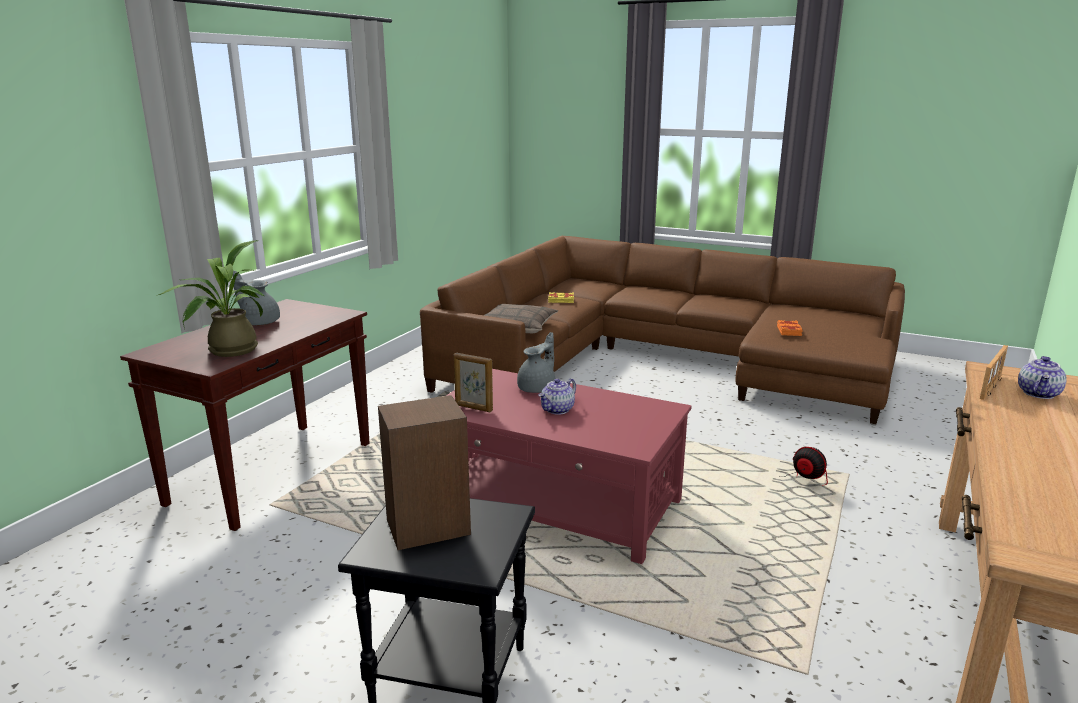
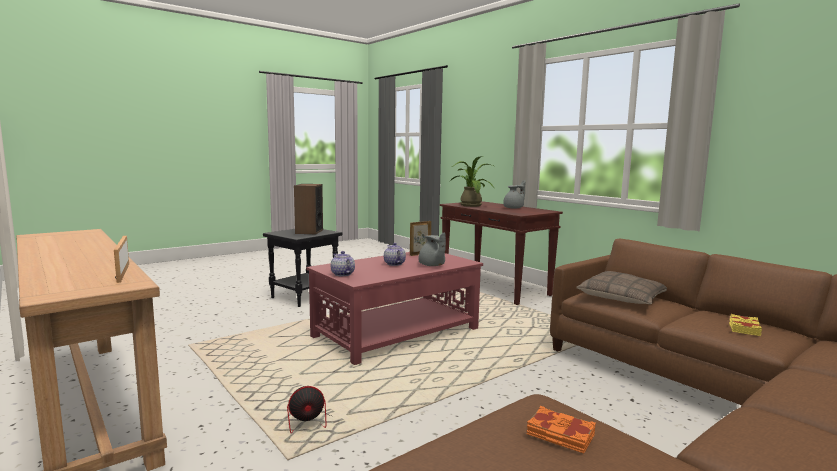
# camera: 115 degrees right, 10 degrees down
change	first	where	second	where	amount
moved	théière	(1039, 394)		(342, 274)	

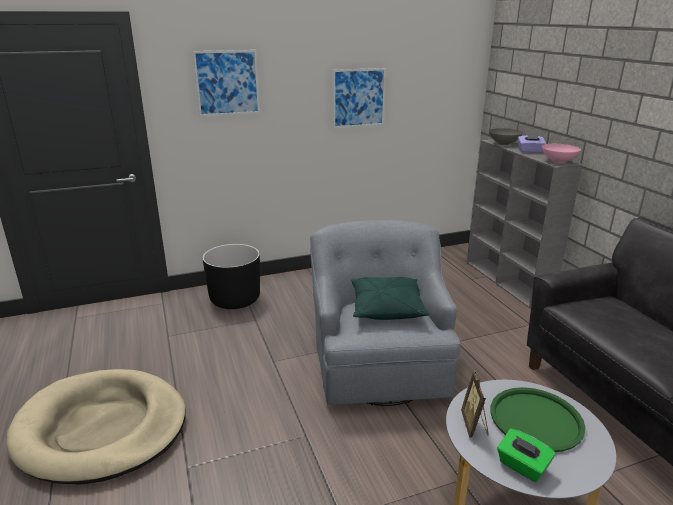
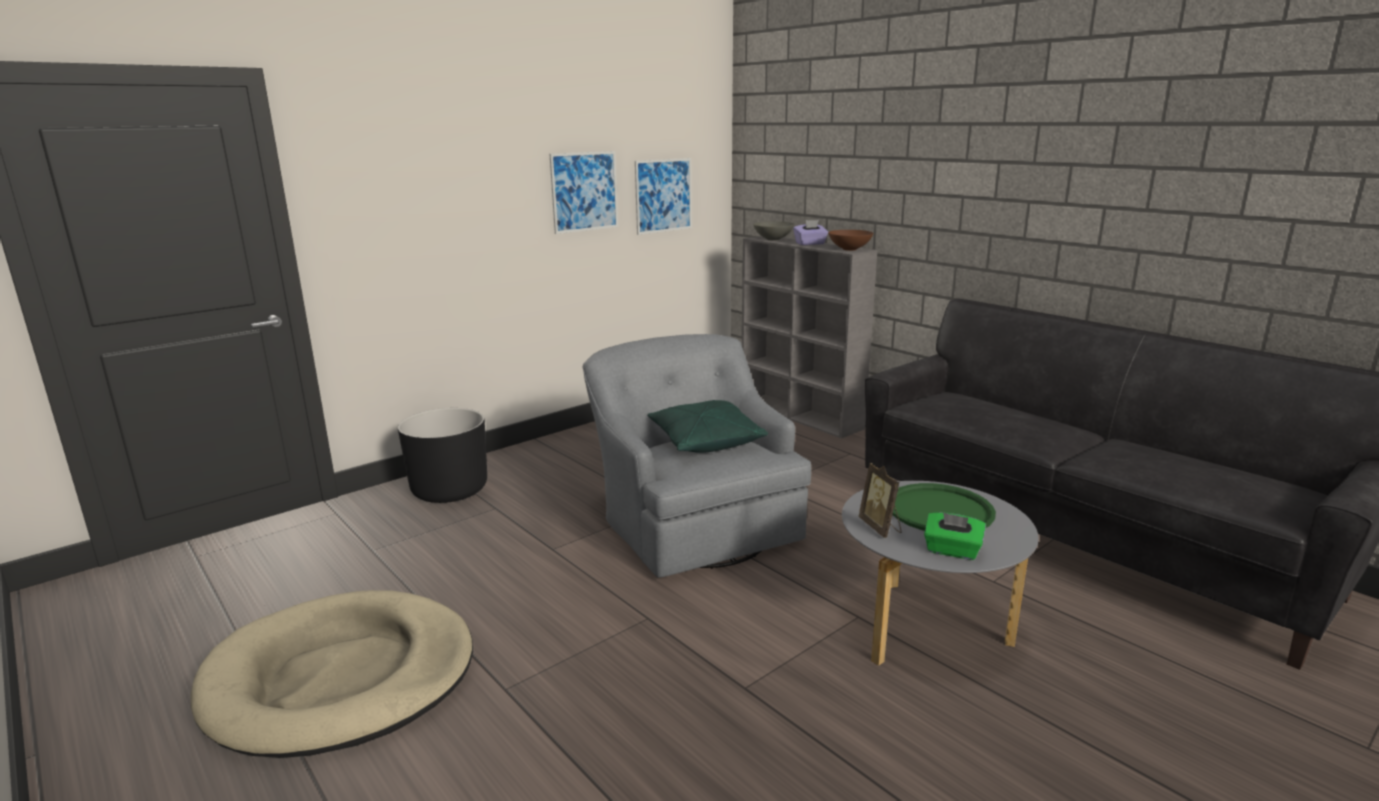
# camera: 20 degrees left, 5 degrees down
change	first	where	second	where	amount
moved	tableau	(227, 83)		(663, 195)	
recoloured	bol/rose	(559, 161)	bol/marron	(850, 249)	

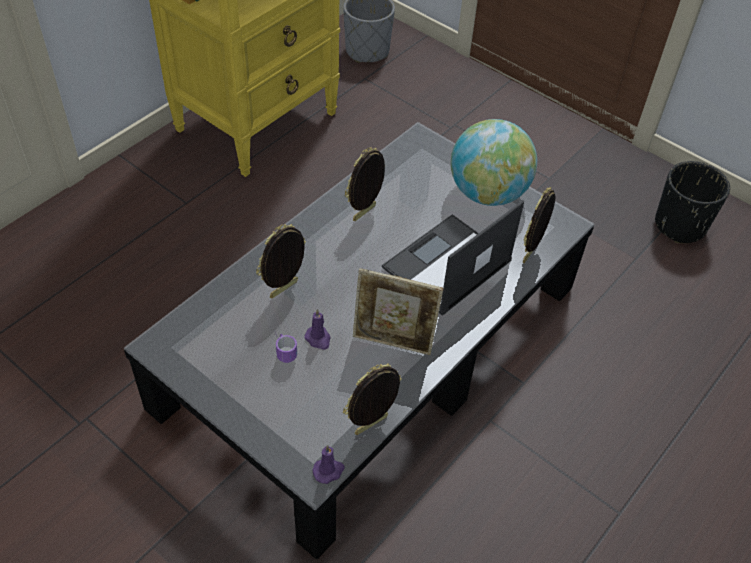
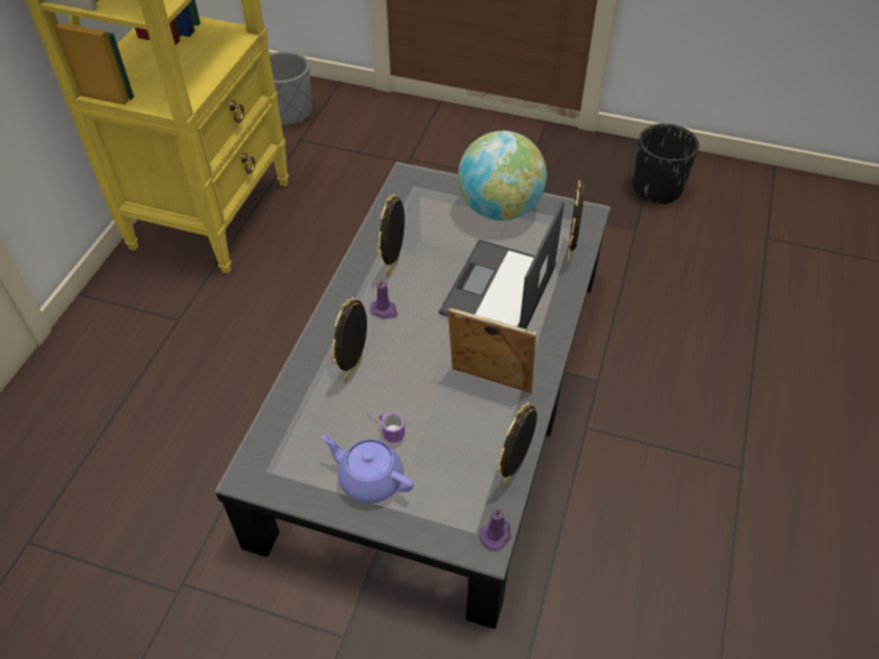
# camera: 20 degrees left, 0 degrees up
change	first	where	second	where	amount
added			théière/violet	(369, 479)	
moved	bougie/violet	(318, 339)		(384, 310)	
turned	cadre photo	(393, 342)		(489, 382)	150 degrees counterclockwise

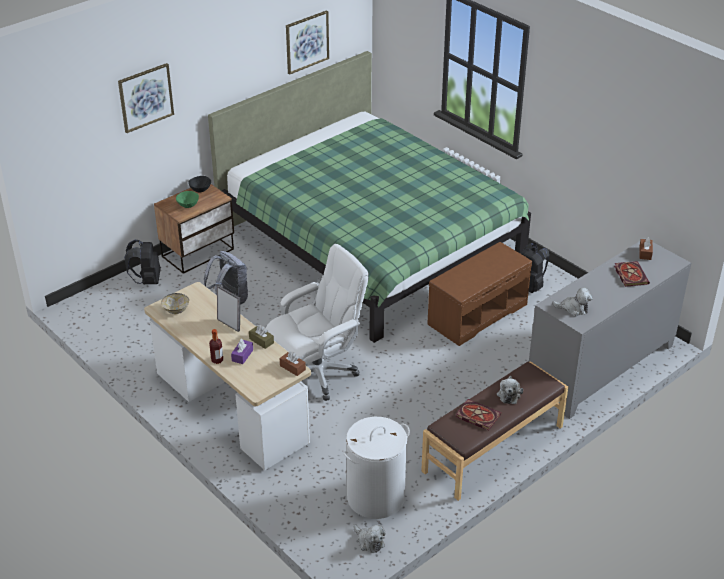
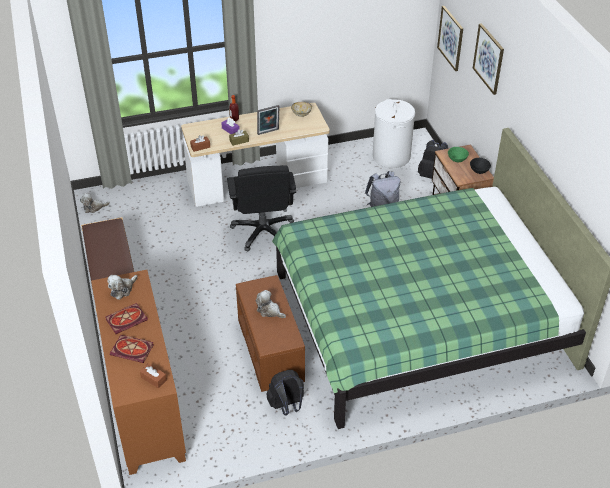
# camera: 115 degrees right, 5 degrees up
change	first	where	second	where	amount
recoloured	meuble de rangement/gris	(601, 368)	meuble de rangement/marron	(143, 403)	
moved	livre	(476, 416)		(127, 319)	
recoloured	chaise de bureau/blanc	(318, 373)	chaise de bureau/noir	(263, 231)	
moved	peluche	(508, 394)		(269, 311)	
moved	panier à linge/blanc	(376, 498)		(391, 156)	
moved	tableau	(307, 42)		(451, 38)	

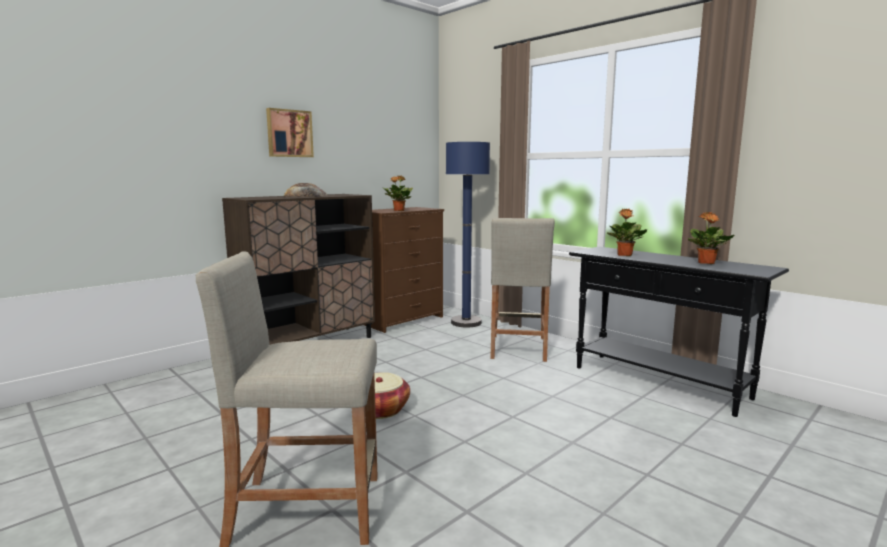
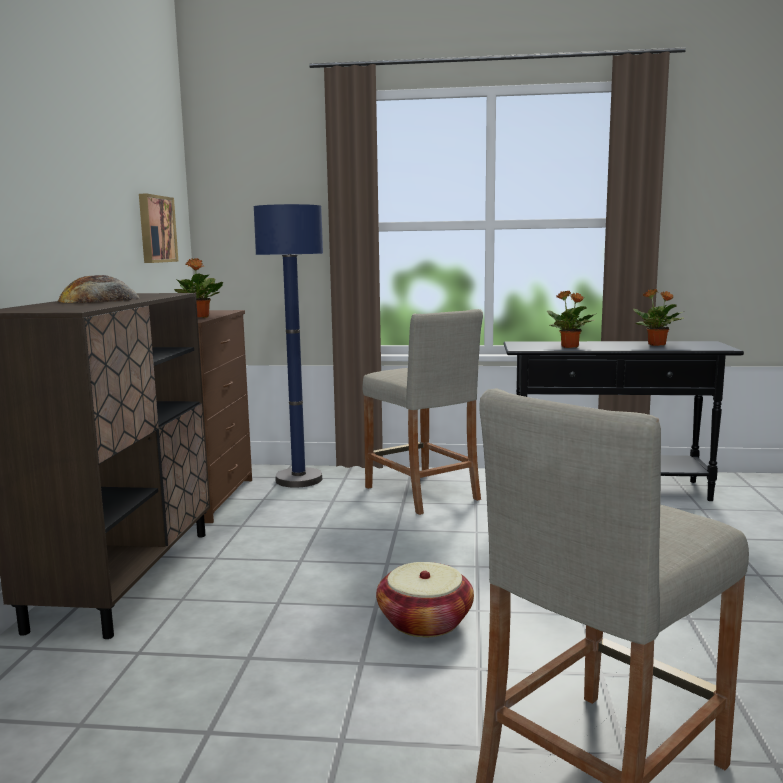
# camera: 40 degrees left, 0 degrees up
change	first	where	second	where	amount
moved	tableau	(289, 133)		(155, 229)	

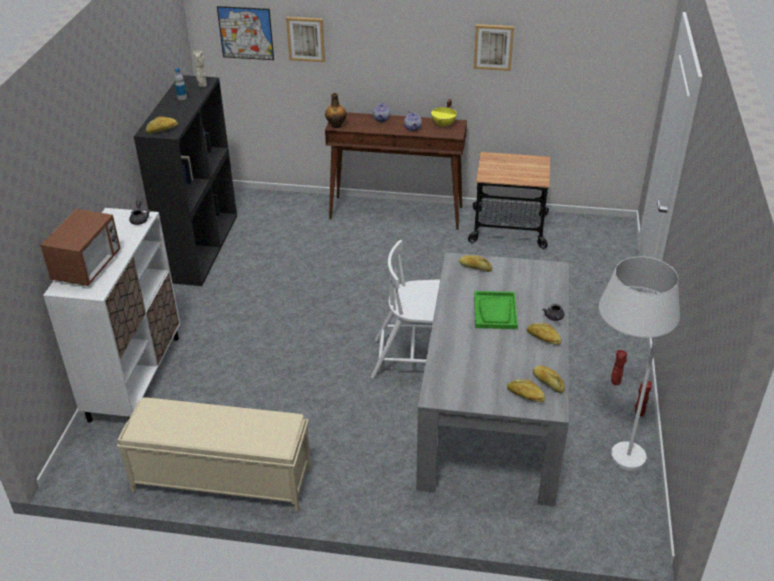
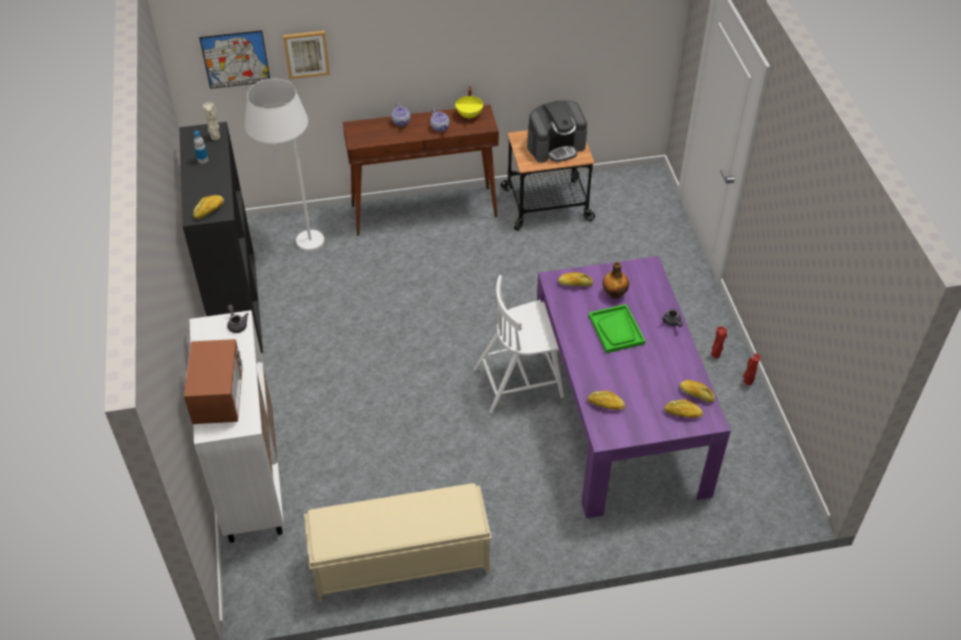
# camera: 20 degrees left, 10 degrees up
change	first	where	second	where	amount
moved	lampadaire/blanc	(610, 448)		(295, 239)	
added			machine à café	(556, 146)	
recoloured	table à manger/gris	(493, 410)	table à manger/violet	(619, 416)	
moved	pain	(543, 338)		(606, 404)	
moved	bouteille	(336, 125)		(614, 293)	
removed	tableau	(493, 47)			

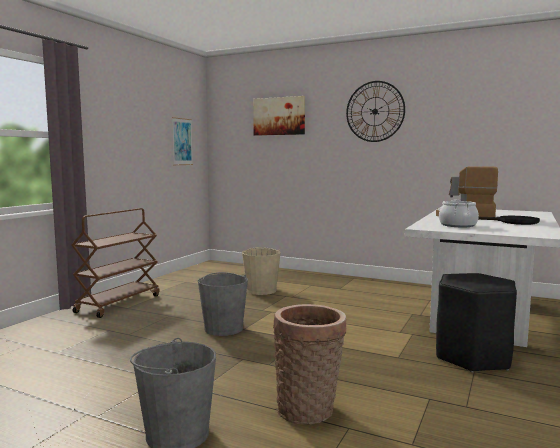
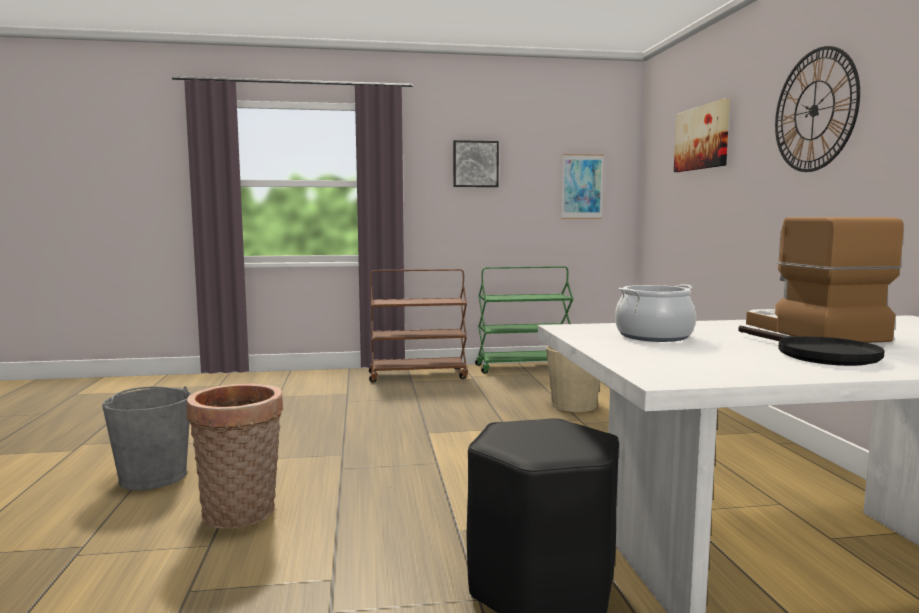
# camera: 55 degrees right, 0 degrees up
change	first	where	second	where	amount
added			tableau	(475, 164)	
added			chariot/vert	(523, 367)	
removed	seau/gris	(223, 328)			

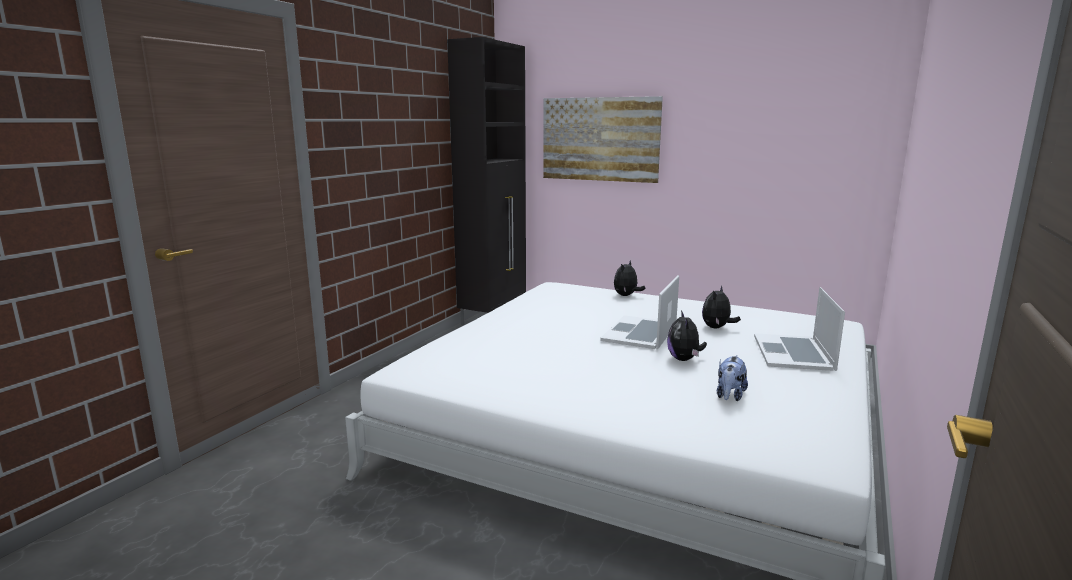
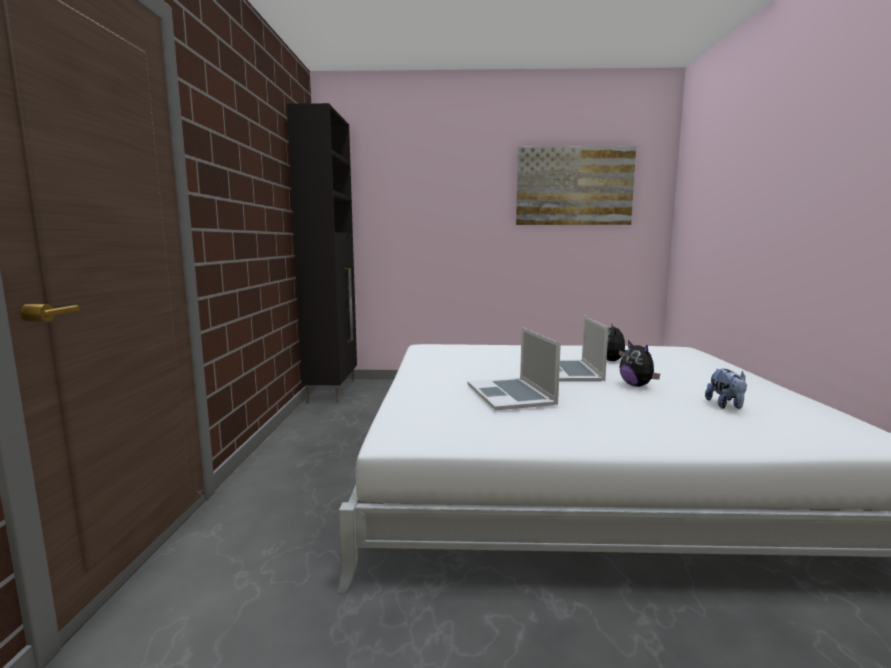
# camera: 25 degrees left, 5 degrees down
change	first	where	second	where	amount
moved	ordinateur portable	(793, 352)		(510, 394)	
moved	tableau	(600, 139)		(574, 186)	
removed	peluche	(626, 295)			

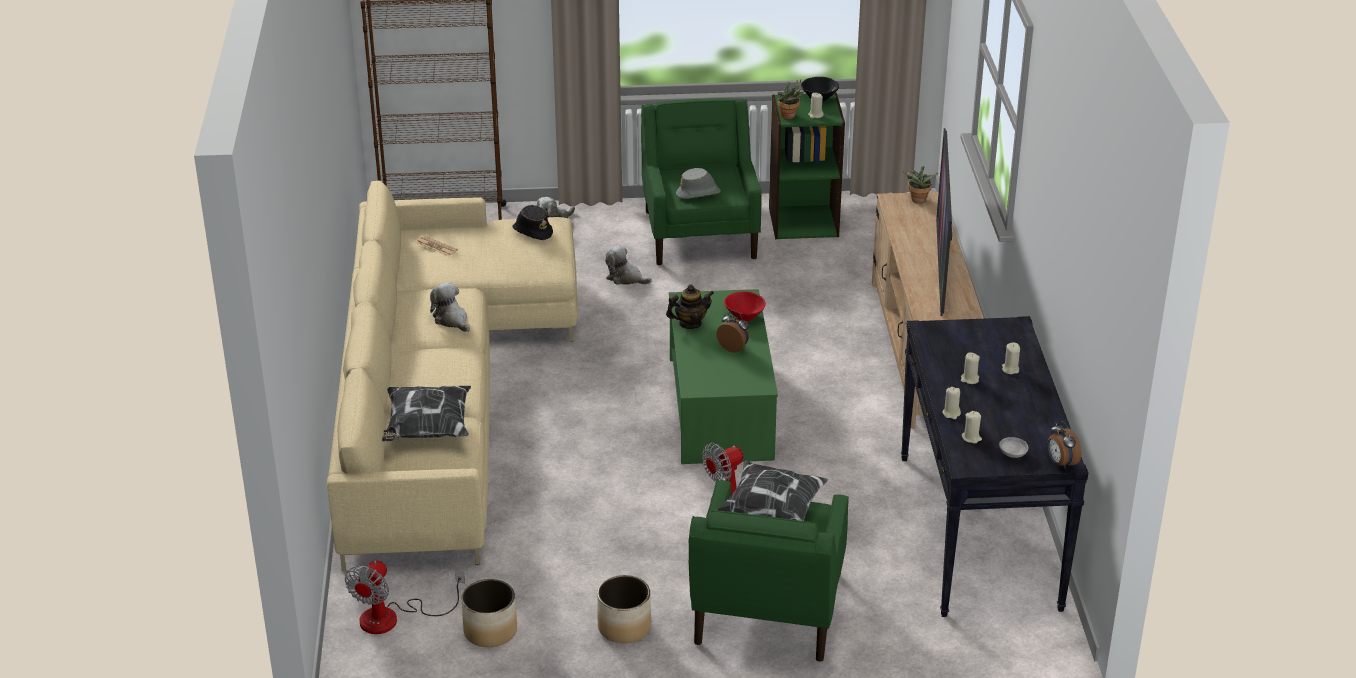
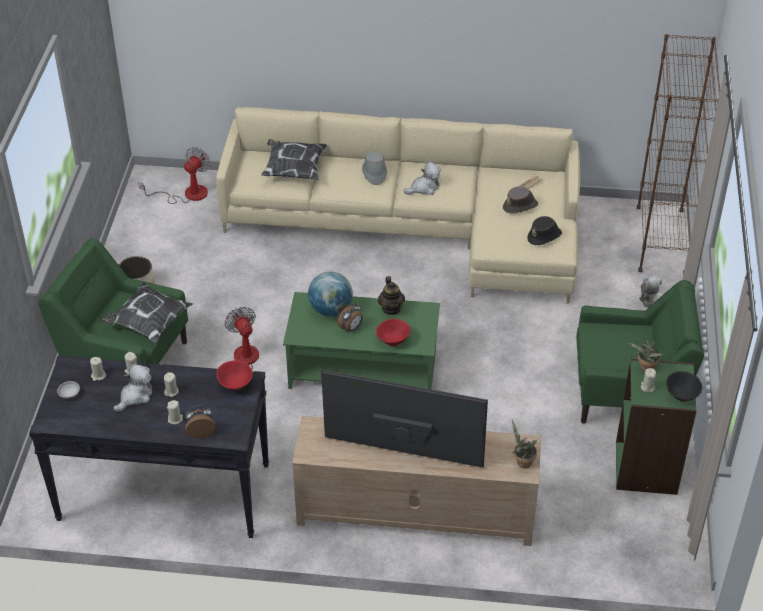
# camera: 100 degrees right, 10 degrees up
change	first	where	second	where	amount
moved	peluche	(625, 278)		(135, 396)	
turned	ventilateur	(392, 618)		(187, 194)	90 degrees clockwise
moved	réveil	(1060, 463)		(200, 432)	
added			bol/rouge	(235, 384)	
added			globe	(331, 309)	
moved	chapeau/gris	(698, 193)		(374, 173)	
added			chapeau/marron	(520, 206)	
removed	cache-pot	(490, 630)			

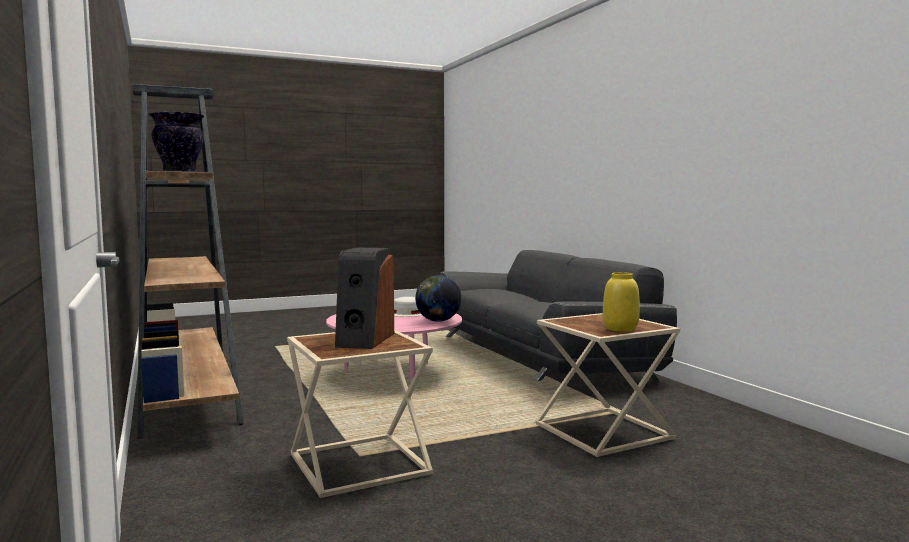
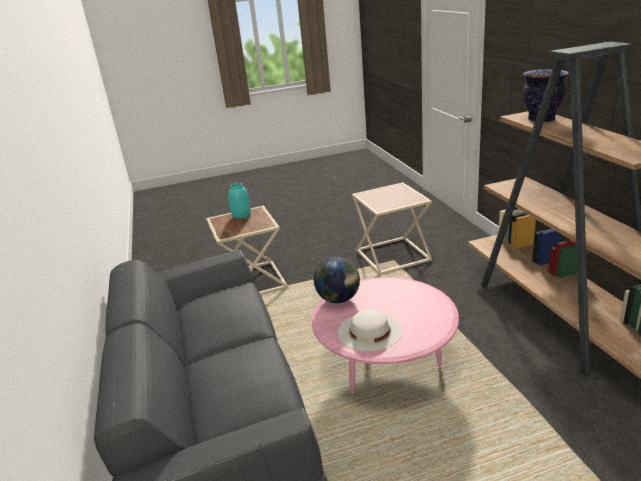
# camera: 170 degrees left, 20 degrees up
change	first	where	second	where	amount
recoloured	vase/jaune	(621, 328)	vase/turquoise	(241, 215)	
removed	enceinte	(364, 339)			

